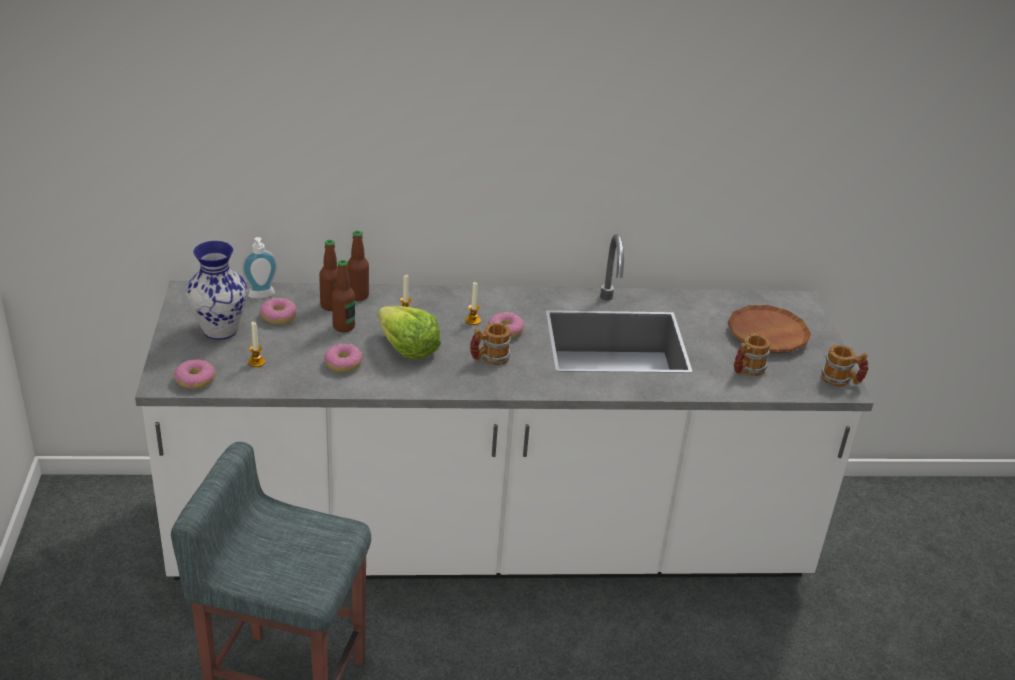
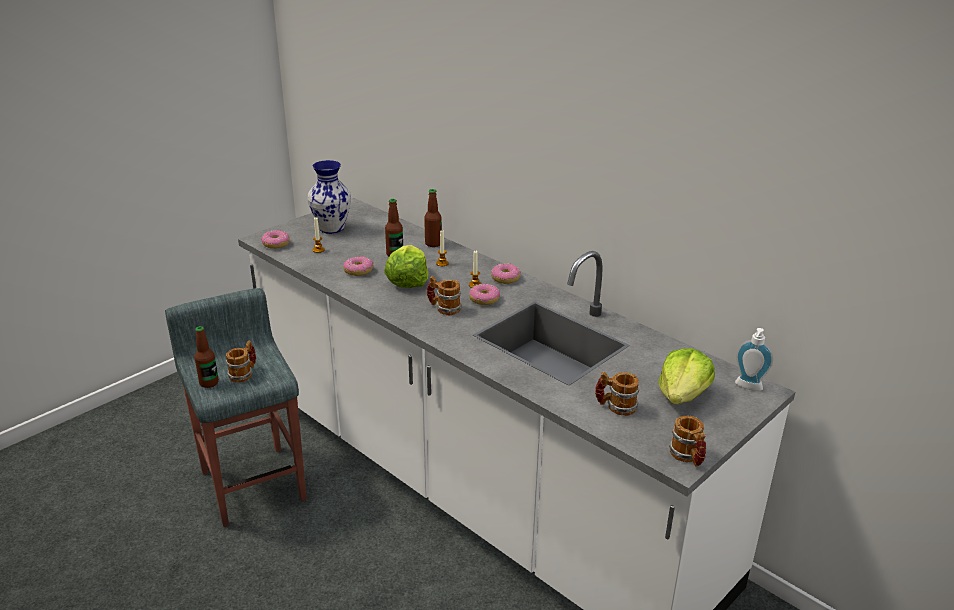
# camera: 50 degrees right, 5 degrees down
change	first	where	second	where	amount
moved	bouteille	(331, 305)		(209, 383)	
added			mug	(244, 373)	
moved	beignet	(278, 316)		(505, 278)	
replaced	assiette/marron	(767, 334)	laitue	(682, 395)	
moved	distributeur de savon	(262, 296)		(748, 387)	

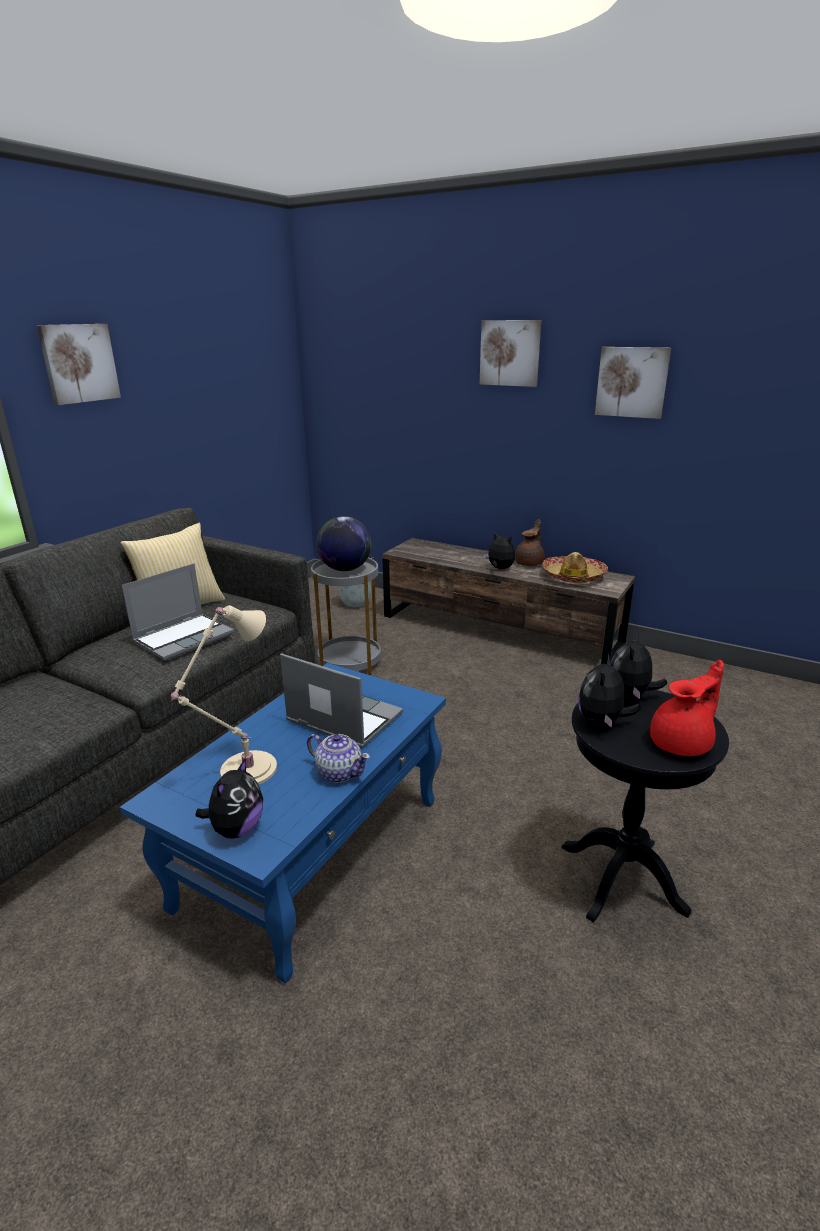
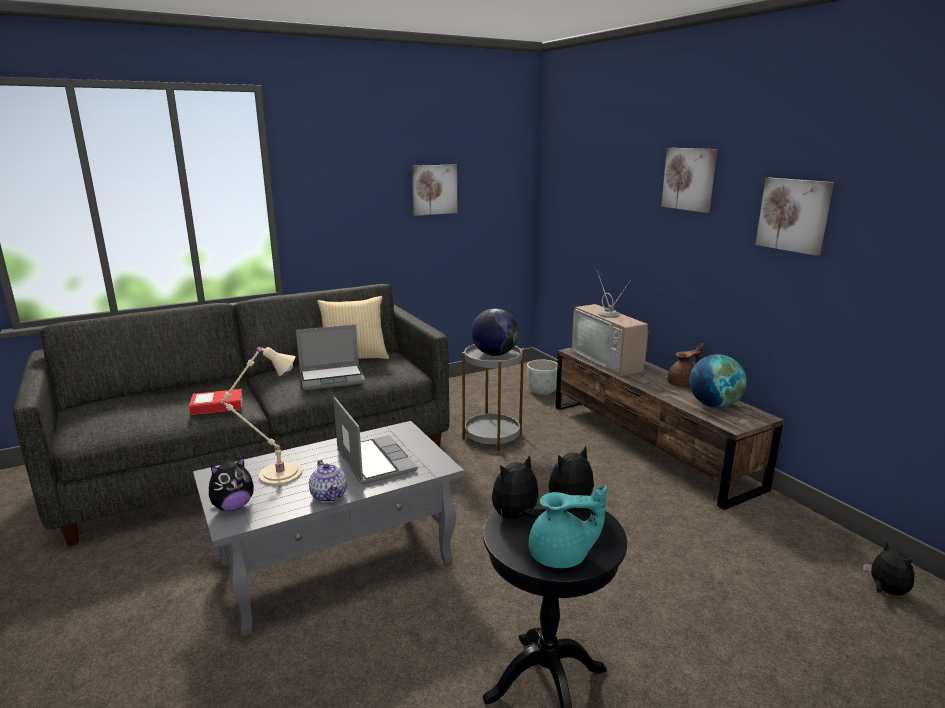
# camera: 30 degrees right, 5 degrees down
change	first	where	second	where	amount
added			livre	(217, 406)	
recoloured	table basse/bleu	(313, 850)	table basse/gris	(338, 561)	
moved	tableau	(79, 363)		(434, 189)	
recoloured	théière/rouge	(683, 743)	théière/turquoise	(561, 556)	
added			téléviseur	(610, 360)	
replaced	chapeau	(573, 576)	globe	(714, 405)	
moved	peluche	(499, 569)		(885, 591)	

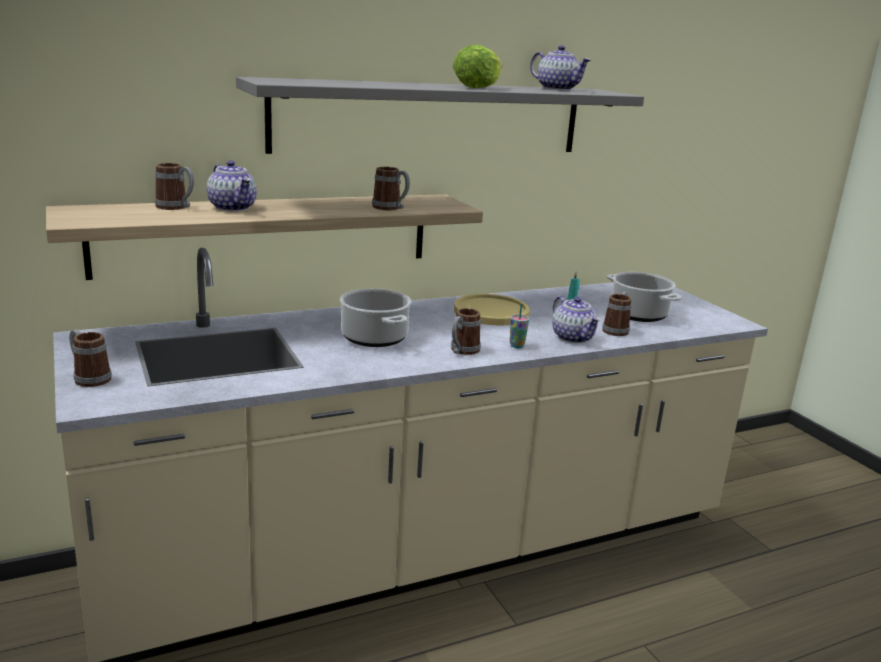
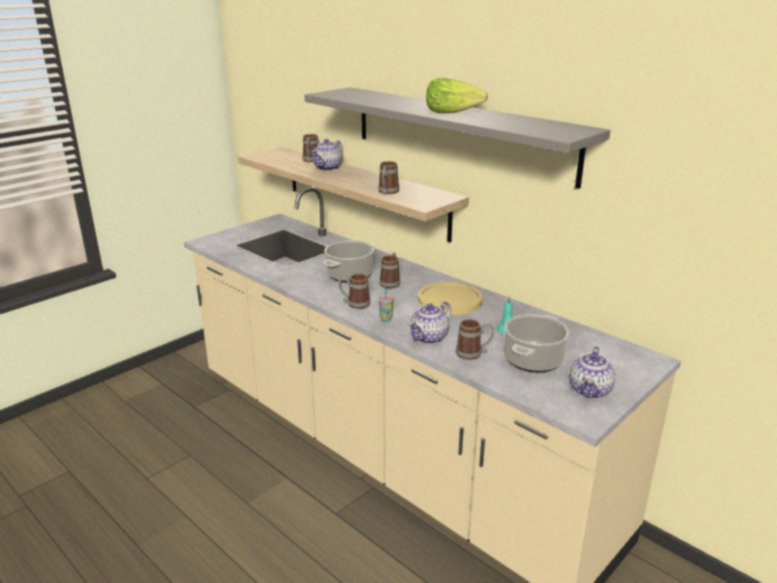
# camera: 70 degrees right, 5 degrees up
change	first	where	second	where	amount
moved	mug	(88, 378)		(390, 282)	
moved	théière	(557, 89)		(590, 390)	

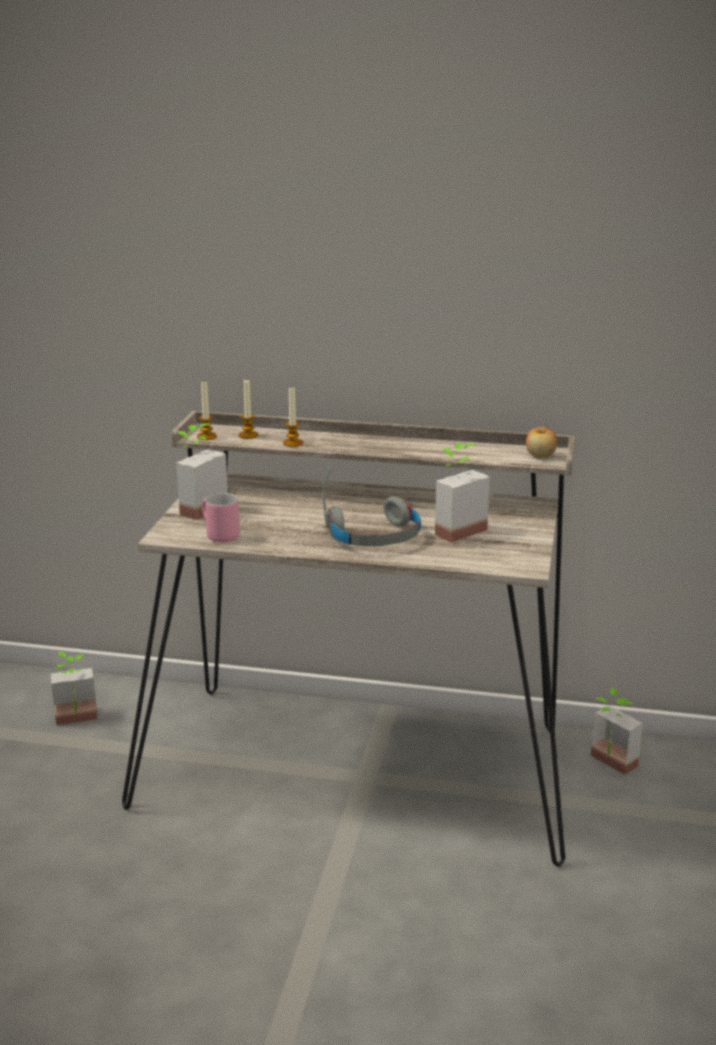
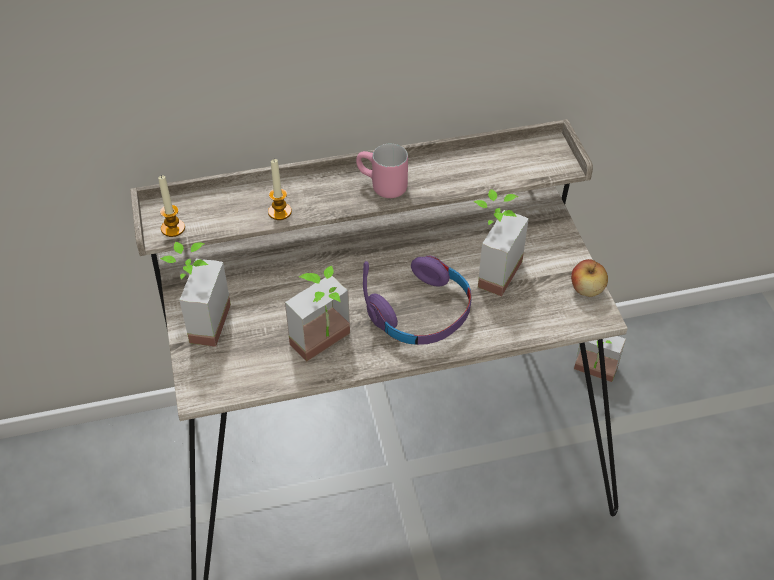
# camera: 25 degrees left, 25 degrees up
change	first	where	second	where	amount
moved	plante en pot	(77, 721)		(327, 346)	
moved	mug/rose	(217, 535)		(381, 187)	
recoloured	casque audio/gris	(374, 537)	casque audio/violet	(422, 313)	
moved	pomme	(540, 456)		(587, 289)	
removed	bougie	(248, 435)			

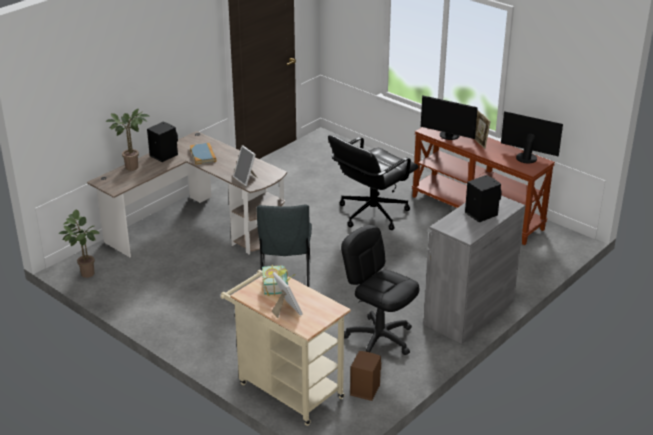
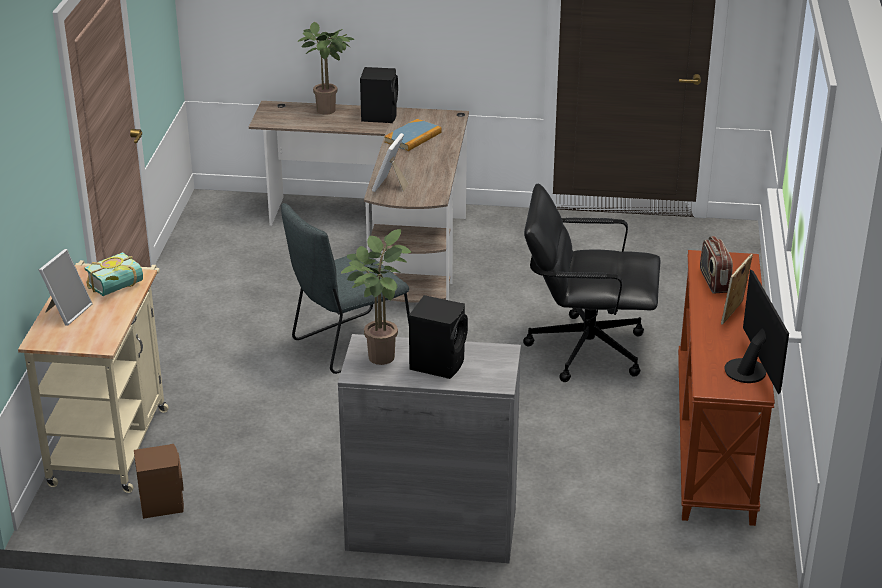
# camera: 55 degrees right, 0 degrees up
change	first	where	second	where	amount
moved	plante en pot	(85, 273)		(379, 354)	
replaced	écran d'ordinateur	(448, 136)	radio	(714, 281)	
removed	chaise de bureau/noir	(379, 339)			

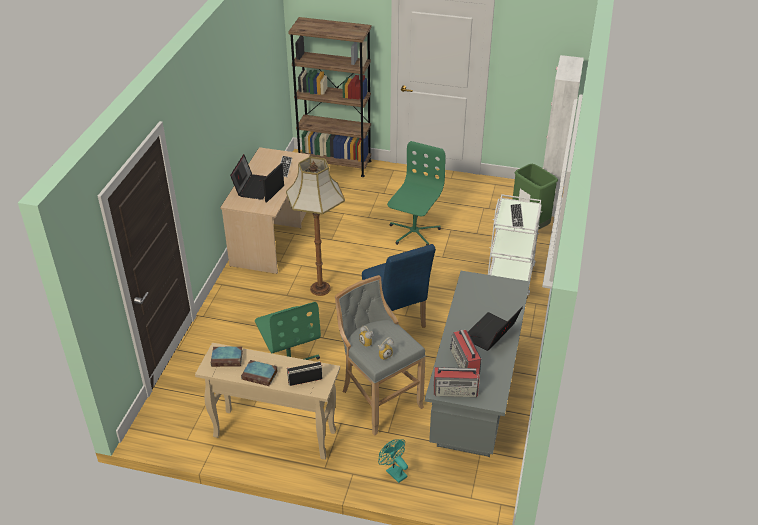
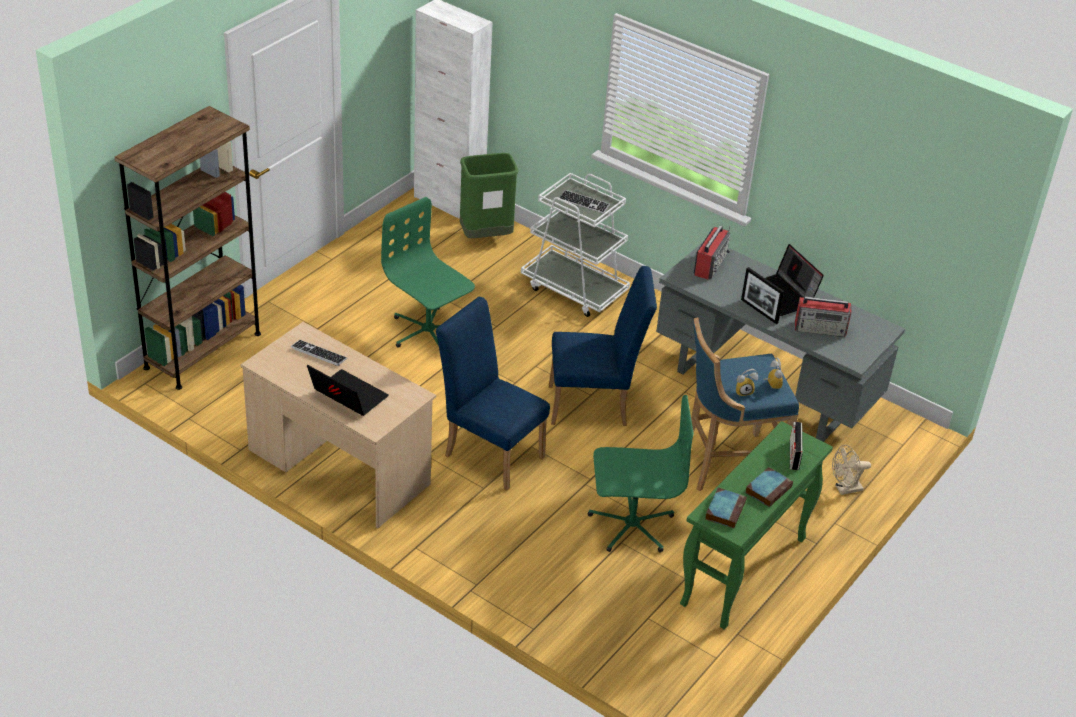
# camera: 70 degrees left, 0 degrees up
change	first	where	second	where	amount
replaced	lampadaire	(320, 288)	chaise/bleu	(489, 452)	
recoloured	table console/beige	(273, 434)	table console/vert	(743, 572)	
recoloured	tabouret/gris	(378, 399)	tabouret/bleu	(726, 465)	
moved	radio	(456, 391)		(710, 264)	
moved	cadre photo	(274, 193)		(759, 311)	
recoloured	ventilateur/turquoise	(394, 472)	ventilateur/beige	(845, 489)	

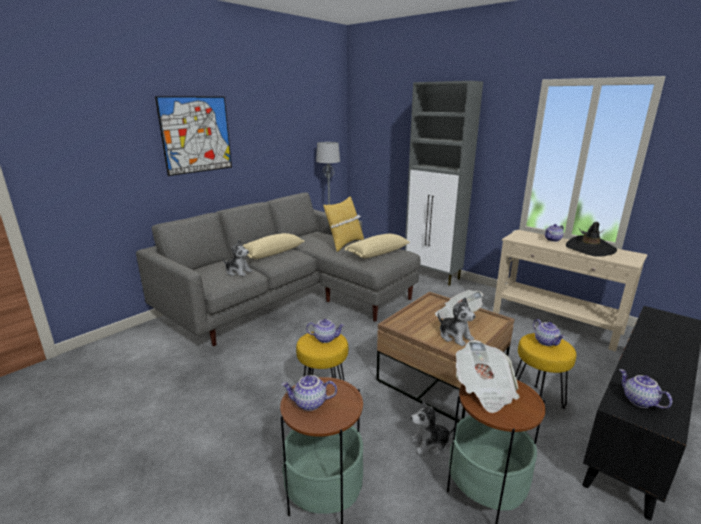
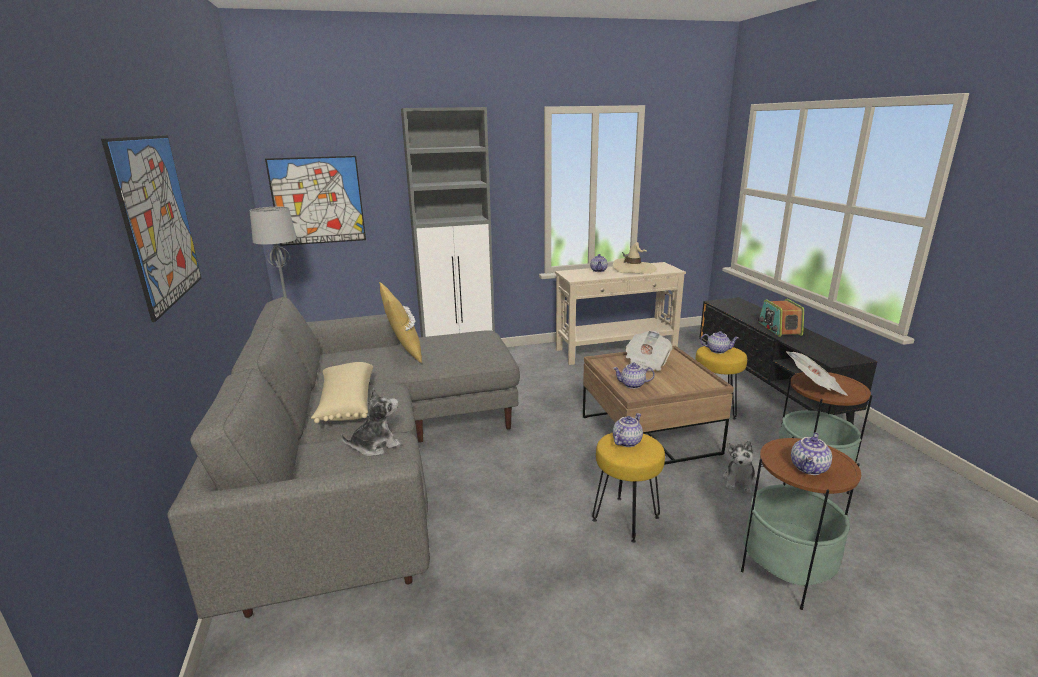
# camera: 55 degrees left, 0 degrees up
change	first	where	second	where	amount
added			tableau	(317, 201)	
recoloured	chapeau/noir	(590, 249)	chapeau/beige	(634, 269)	
moved	théière	(638, 401)		(632, 385)	
added			radio	(779, 329)	
removed	coussin/beige	(377, 253)			
removed	peluche	(455, 336)			

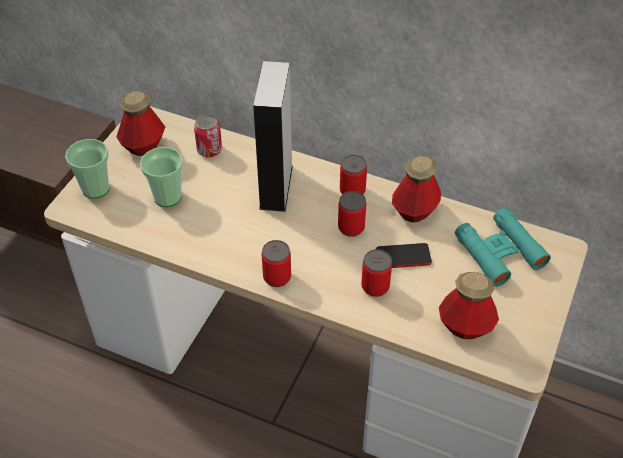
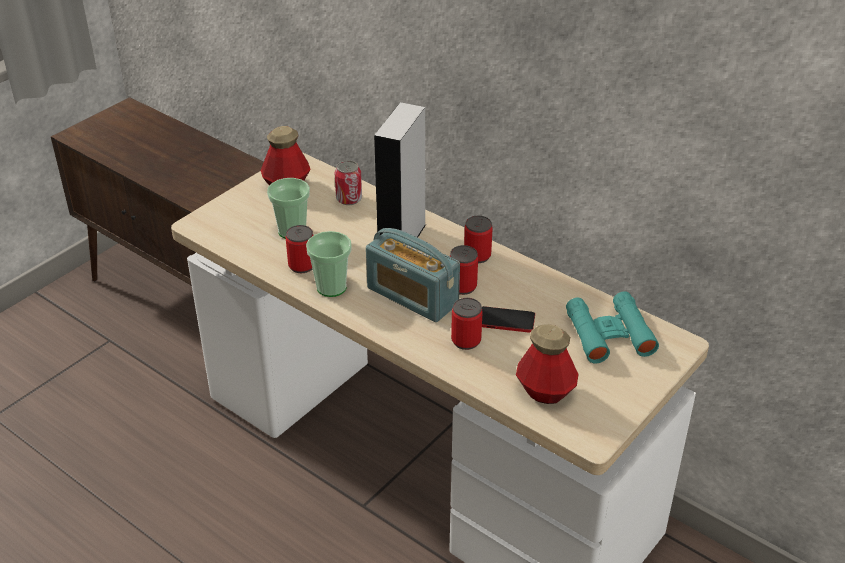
# camera: 15 degrees right, 10 degrees down
change	first	where	second	where	amount
moved	boîte métallique	(277, 277)		(302, 265)	
moved	tasse	(95, 188)		(331, 287)	
added			radio	(412, 296)	
removed	bouteille	(414, 211)			

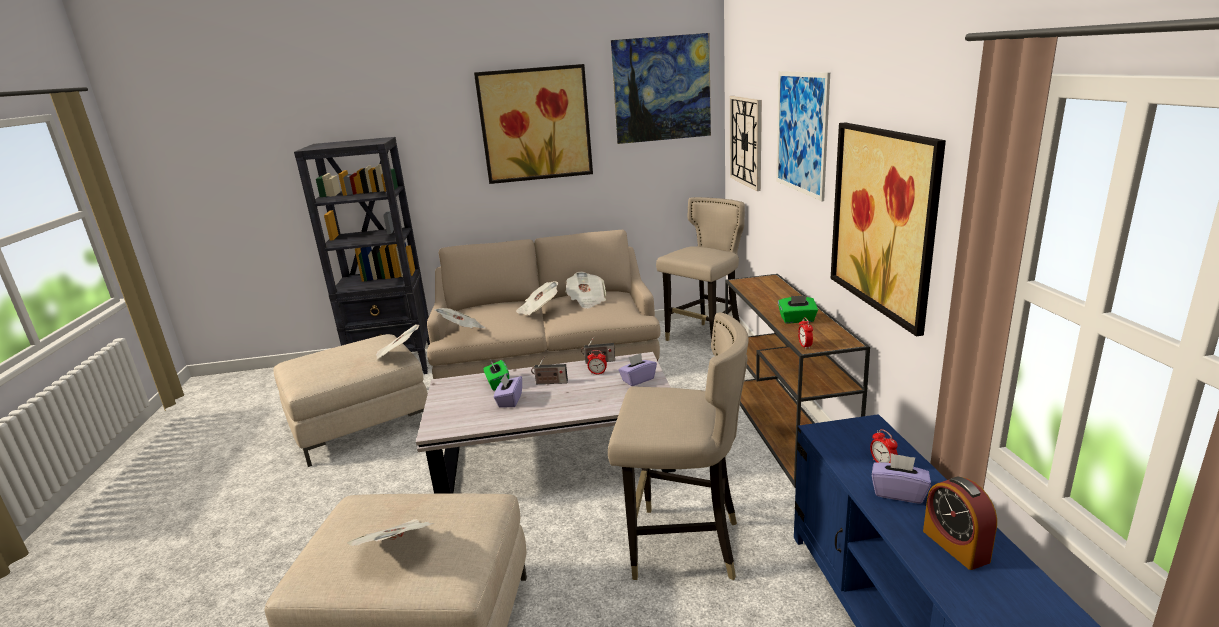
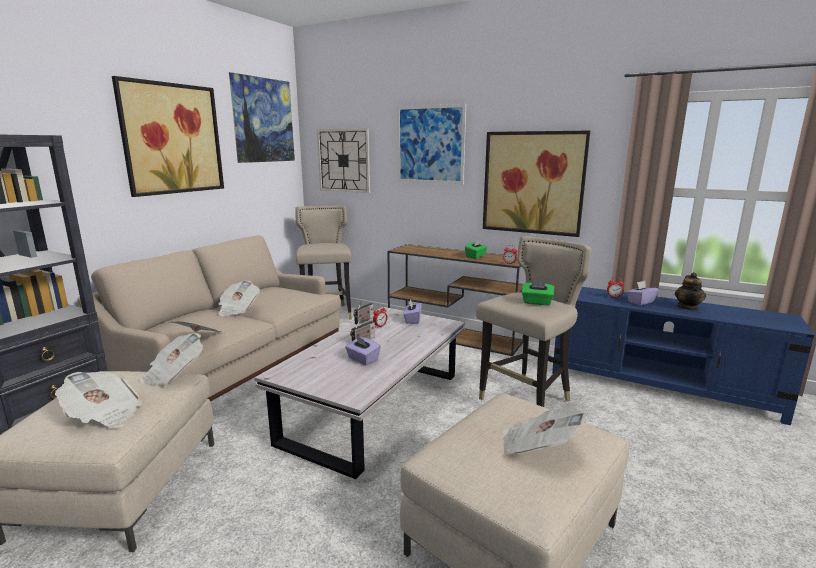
# camera: 55 degrees left, 5 degrees down
change	first	where	second	where	amount
moved	journal	(587, 301)		(104, 415)	
moved	boîte à mouchoirs/vert	(497, 384)		(537, 302)	
replaced	réveil	(955, 546)	théière	(688, 307)	

